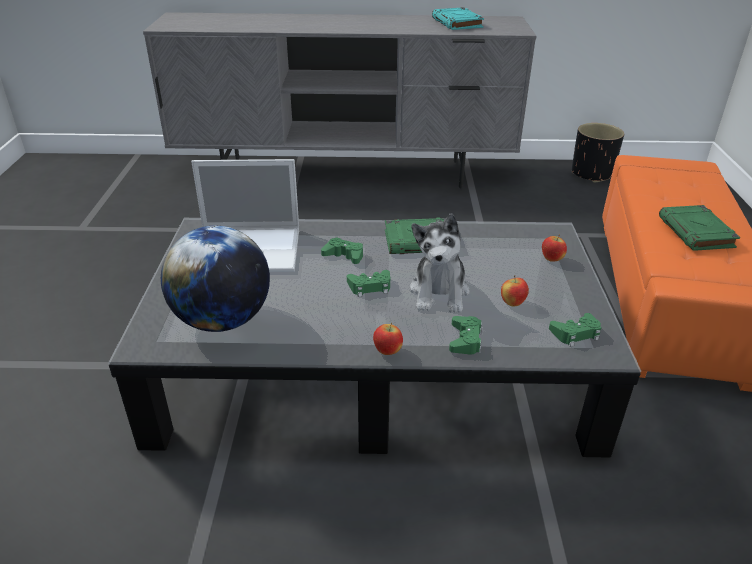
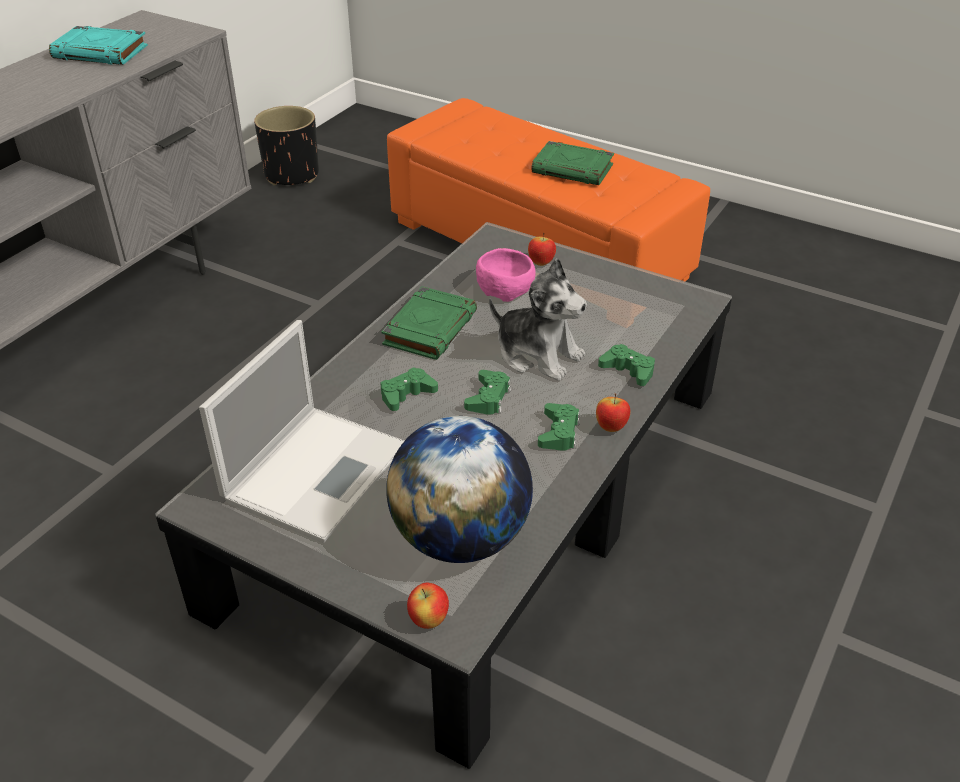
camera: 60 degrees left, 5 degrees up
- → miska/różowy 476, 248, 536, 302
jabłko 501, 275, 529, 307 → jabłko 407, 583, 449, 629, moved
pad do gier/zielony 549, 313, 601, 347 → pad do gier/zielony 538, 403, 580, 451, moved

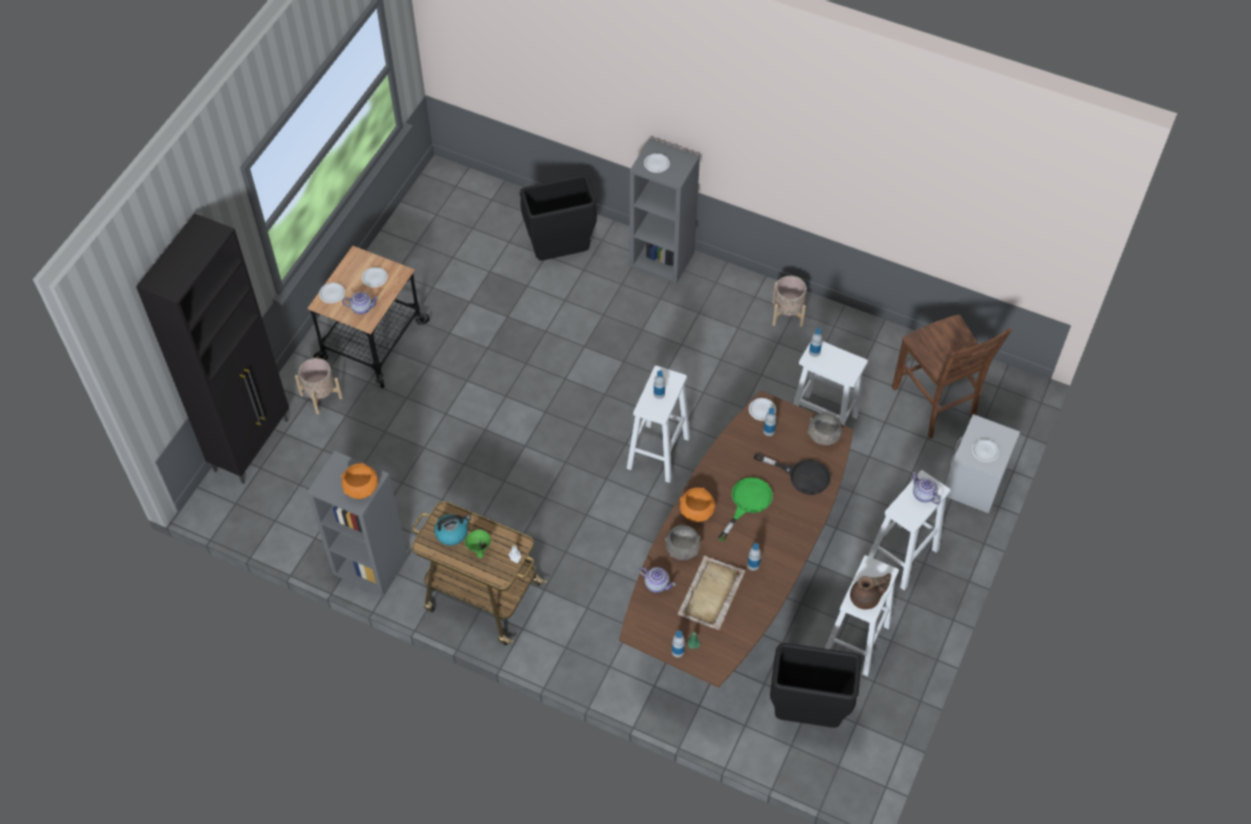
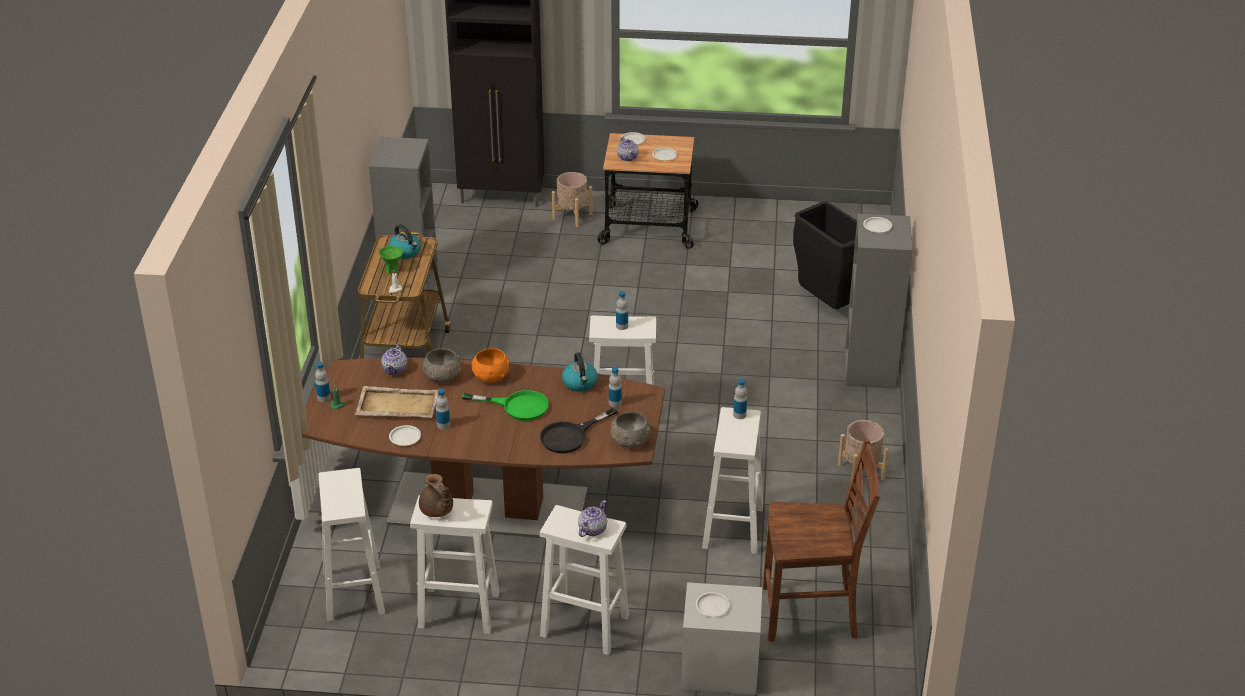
camera: 70 degrees right, 20 degrees down
miska/pomarańczowy 341, 462, 378, 499 → -
- → czajnik 562, 352, 598, 392
talerz/biały 749, 398, 776, 421 → talerz/biały 389, 425, 421, 446, moved
kosz na śmieci/czarny 770, 643, 862, 728 → stołek/biały 318, 468, 385, 621
patelnia/czarny 754, 453, 831, 495 → patelnia/czarny 540, 408, 618, 453, 45 degrees clockwise
krzesło/brązowy 892, 315, 1012, 438 → krzesło/brązowy 763, 439, 880, 642, 135 degrees counterclockwise

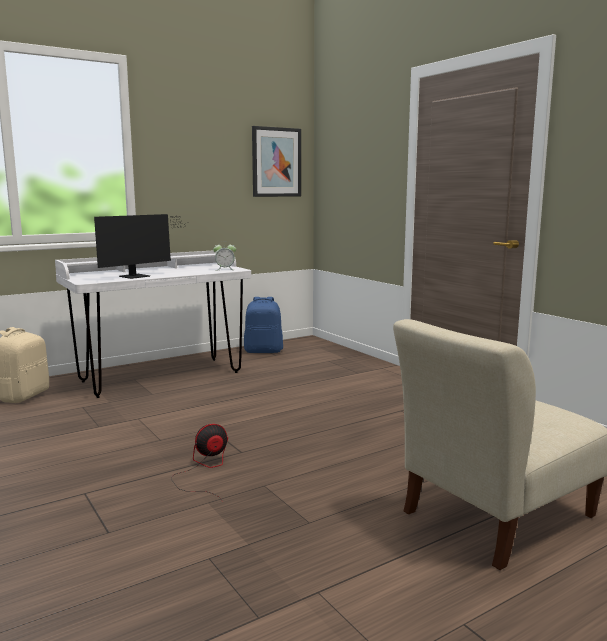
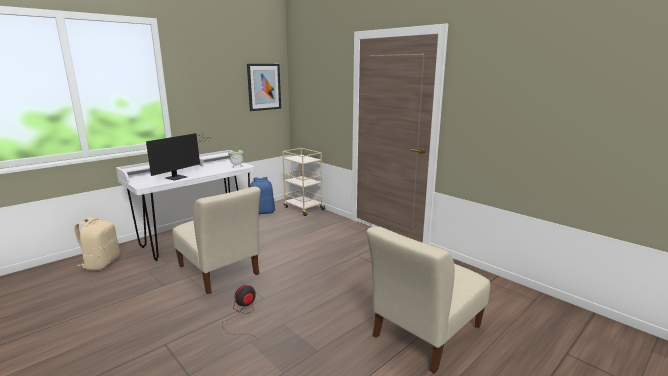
camera: 10 degrees left, 5 degrees up
- → krzesło/beżowy 172, 187, 261, 294
- → wózek/beżowy 282, 148, 326, 216

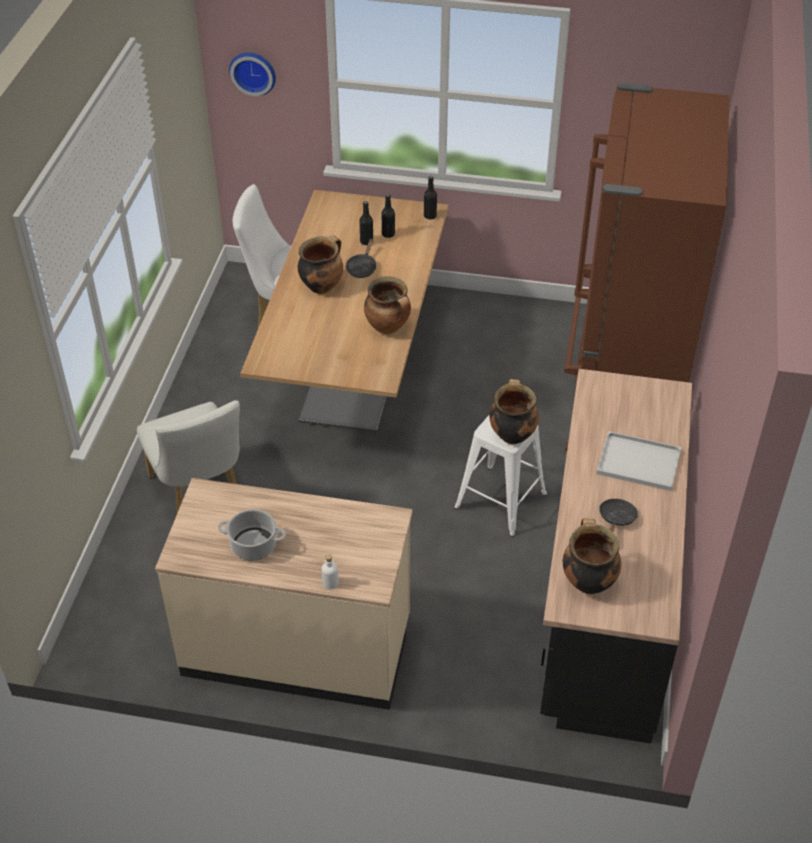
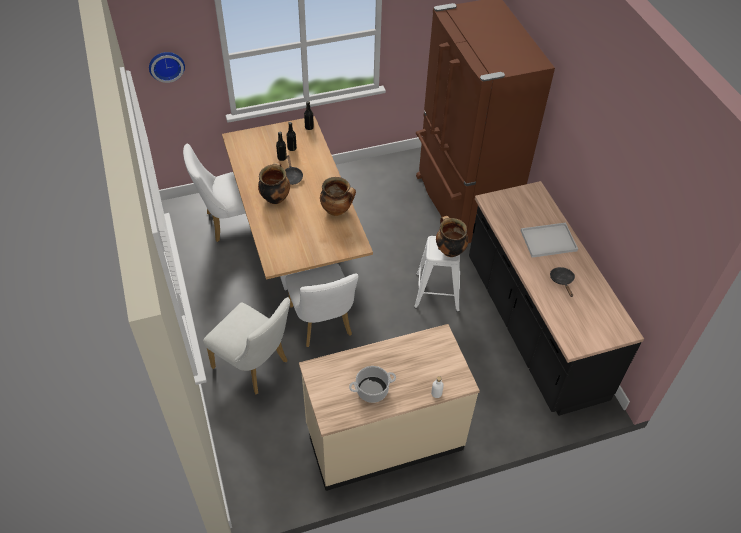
camera: 30 degrees left, 5 degrees up
garnek 563, 518, 621, 594 → -
- → krzesło/biały 285, 263, 358, 347

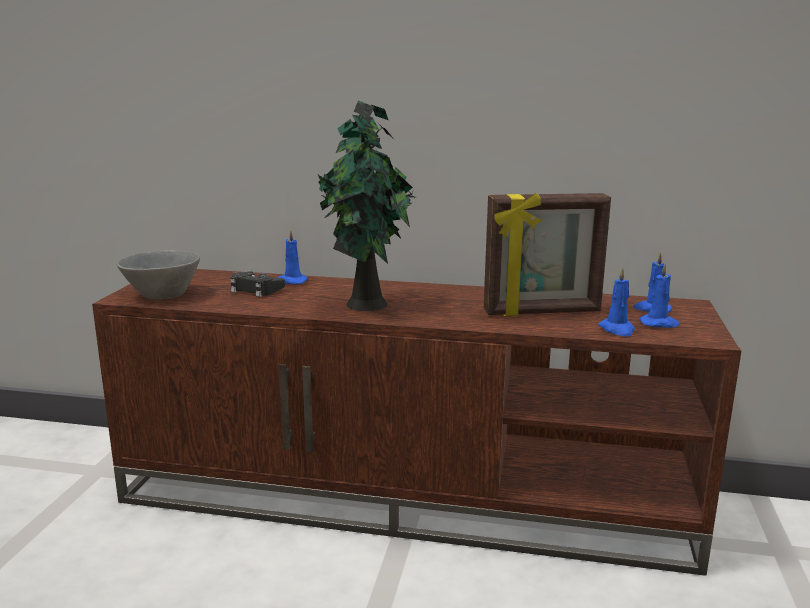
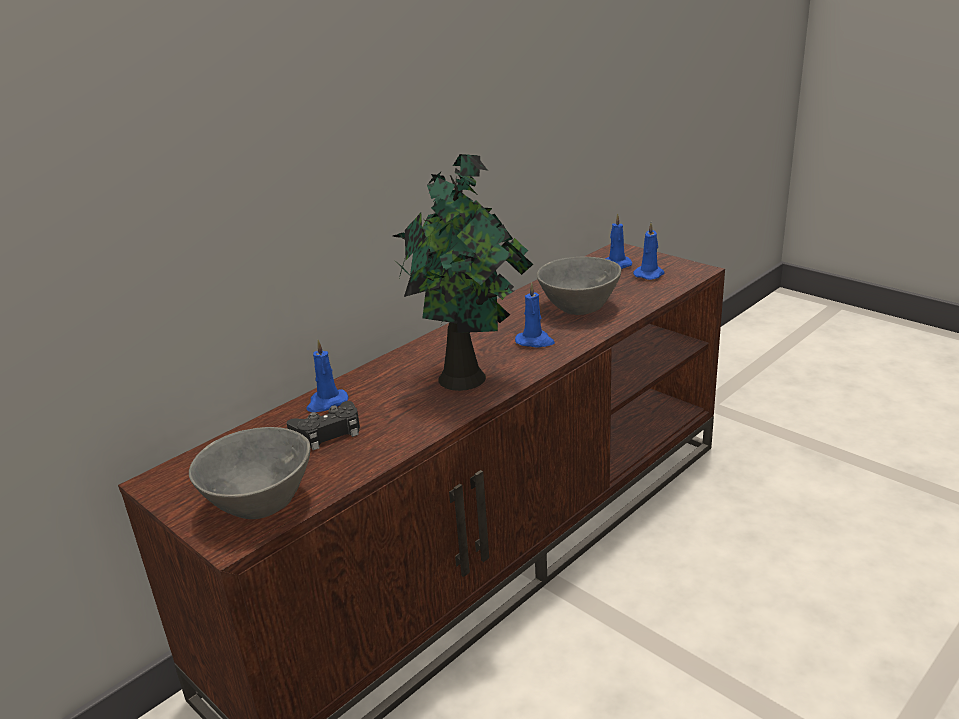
camera: 55 degrees left, 10 degrees up
świeca/niebieski 598, 267, 635, 336 → świeca/niebieski 515, 283, 555, 347, moved
ramka na zdjęcie 484, 193, 611, 316 → miska/szary 537, 257, 621, 315

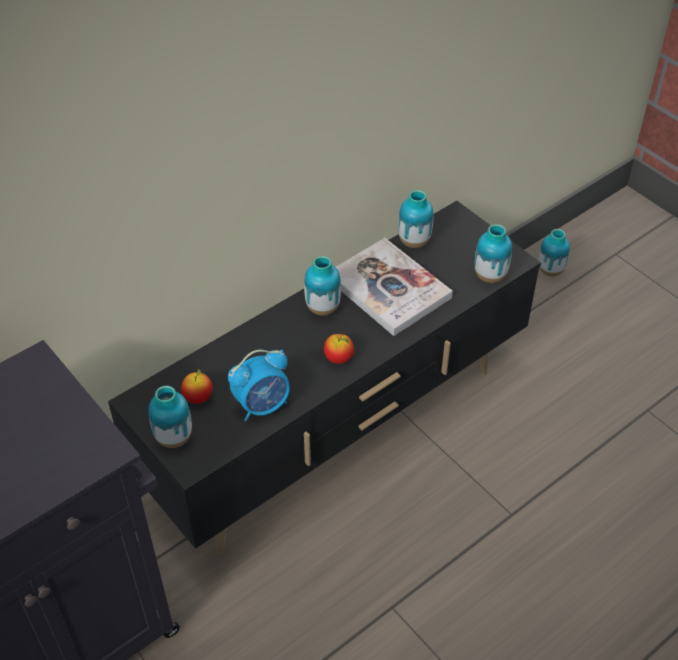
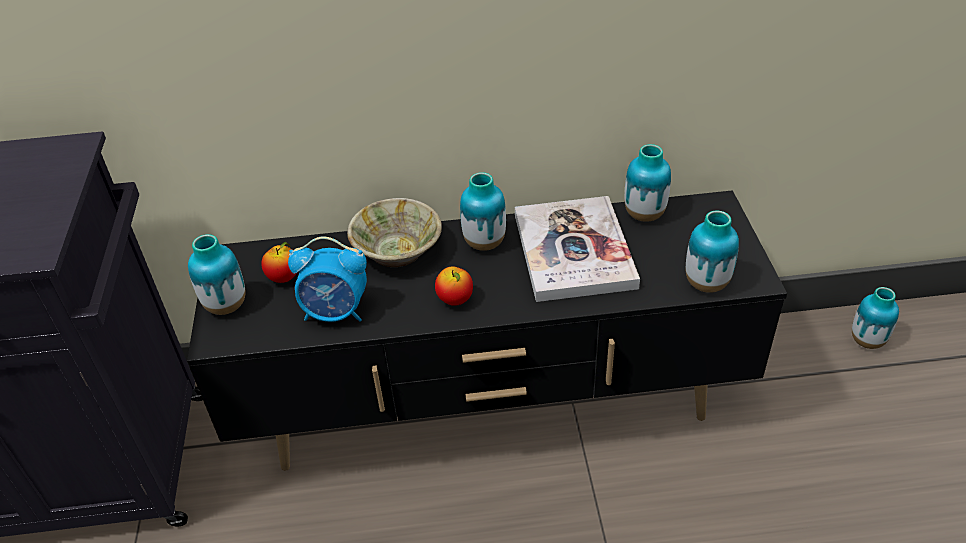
camera: 35 degrees right, 5 degrees down
- → miska/beżowy 347, 198, 442, 267

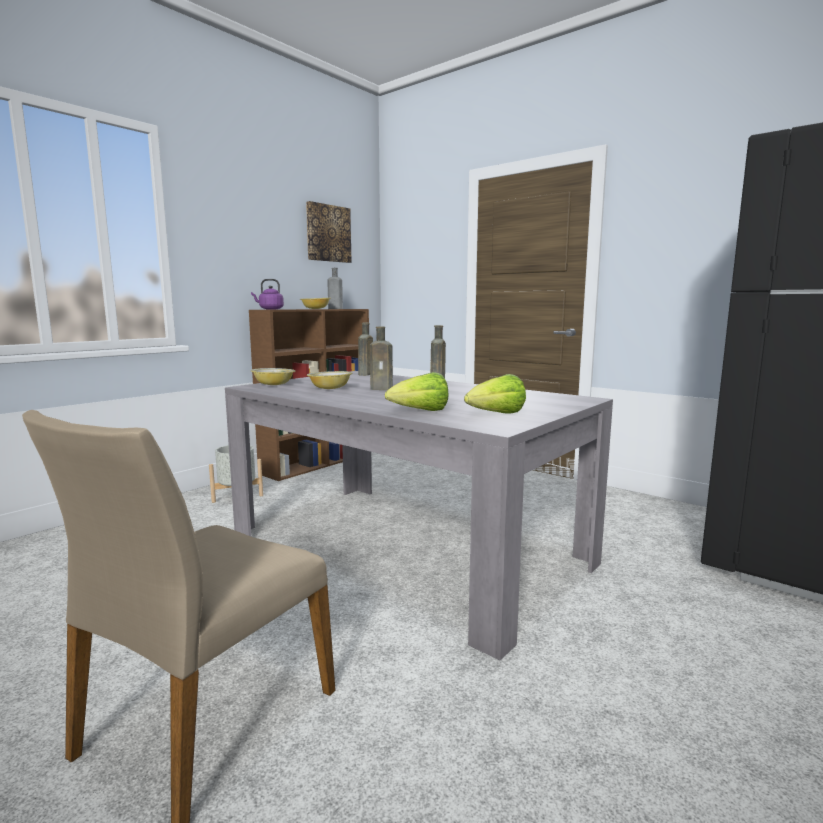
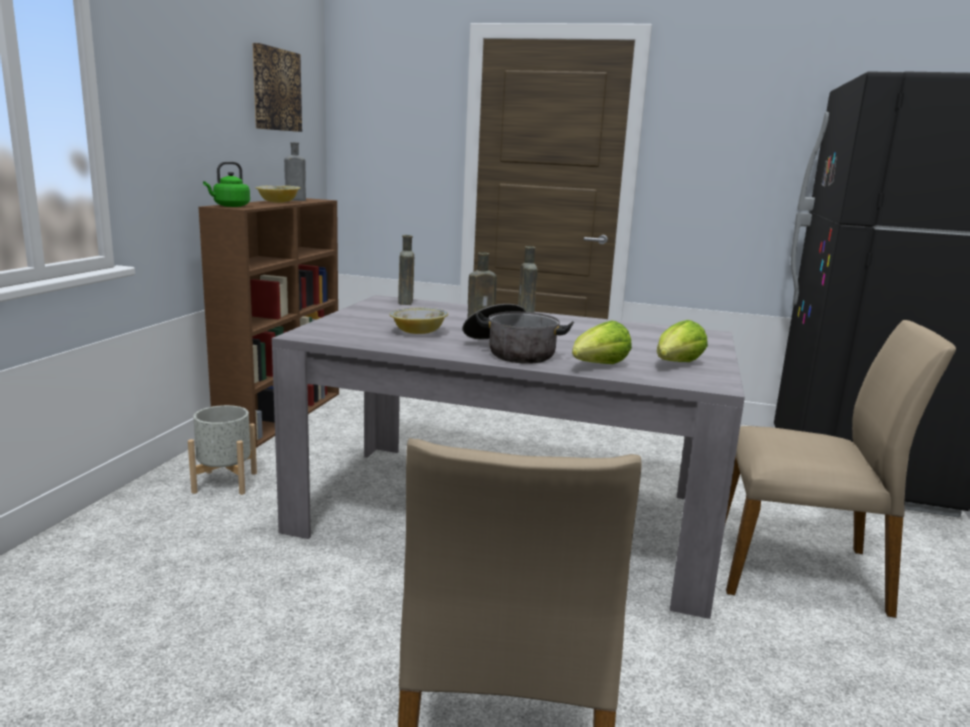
camera: 25 degrees left, 5 degrees up
miska 251, 368, 295, 385 → -
- → garnek 463, 304, 574, 364
- → krzesło/beżowy 725, 320, 956, 618
czajnik/fioletowy 251, 279, 284, 309 → czajnik/zielony 203, 161, 250, 207

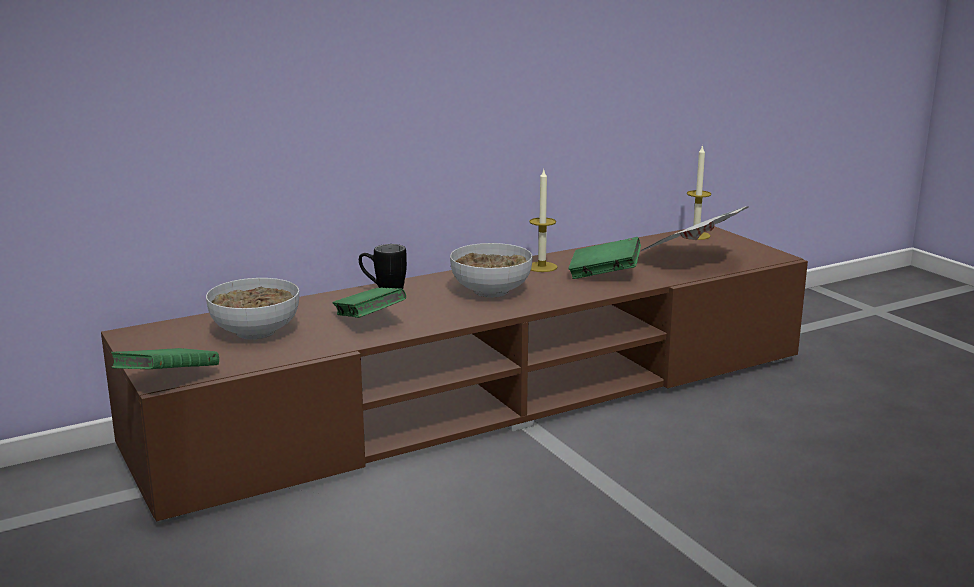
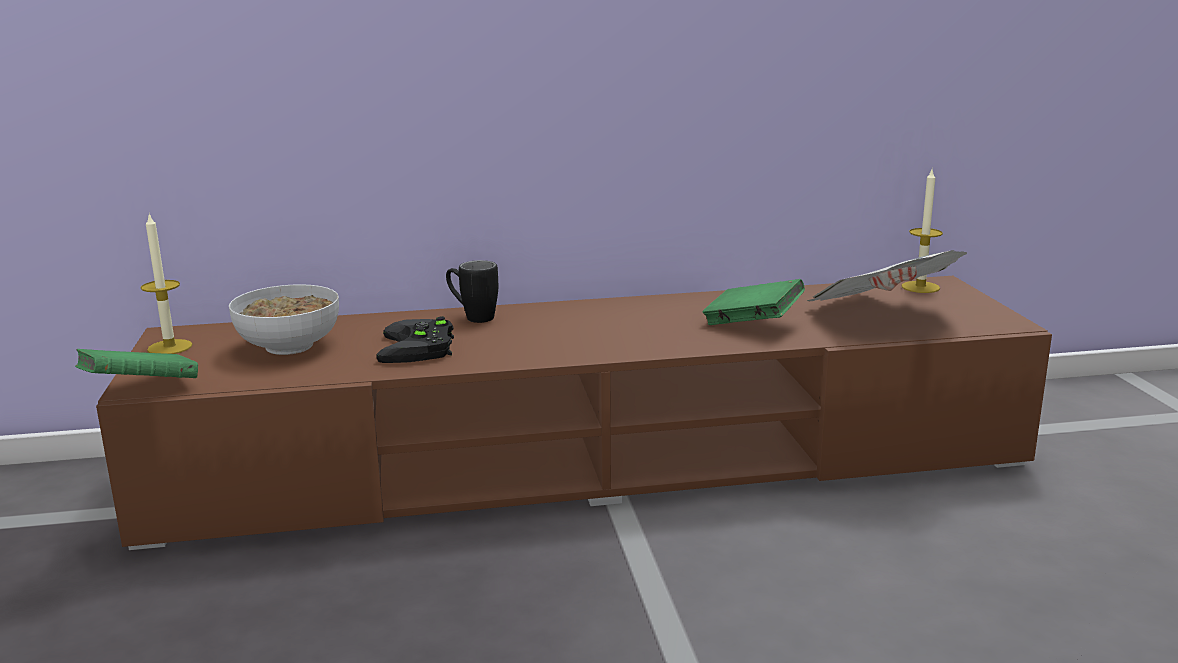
camera: 20 degrees right, 0 degrees up
miska 450, 243, 533, 298 → -
świeca 529, 170, 558, 272 → świeca 141, 214, 192, 354, moved
książka/zielony 332, 288, 406, 318 → pad do gier/czarny 376, 316, 454, 363

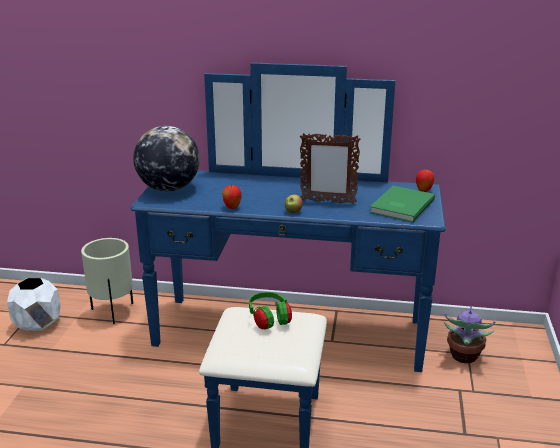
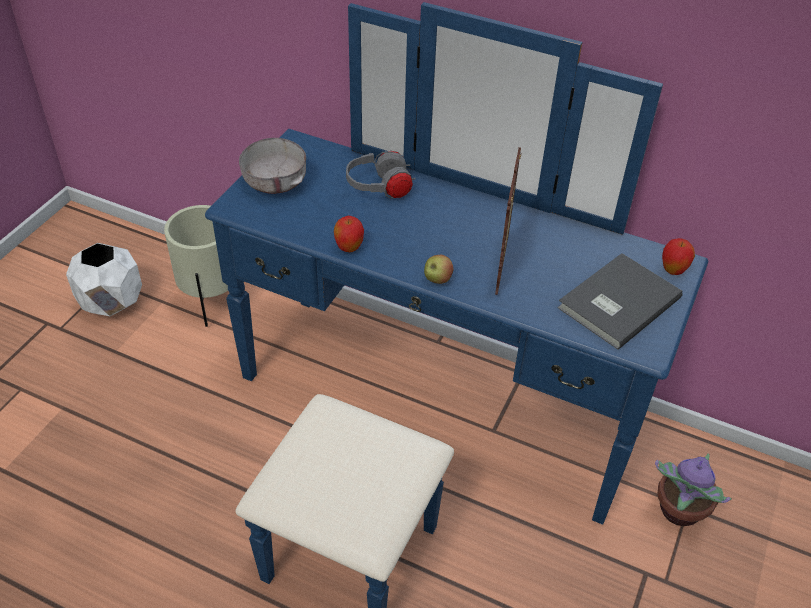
camera: 15 degrees right, 20 degrees up
słuchawki/zielony 249, 292, 292, 330 → -
- → słuchawki/szary 346, 151, 416, 199
globus 133, 126, 200, 192 → miska/szary 239, 138, 306, 194
książka/zielony 369, 186, 435, 222 → książka/szary 557, 253, 683, 350
ramka na zdjęcie 300, 133, 361, 204 → ramka na zdjęcie 495, 147, 521, 295, 75 degrees clockwise

